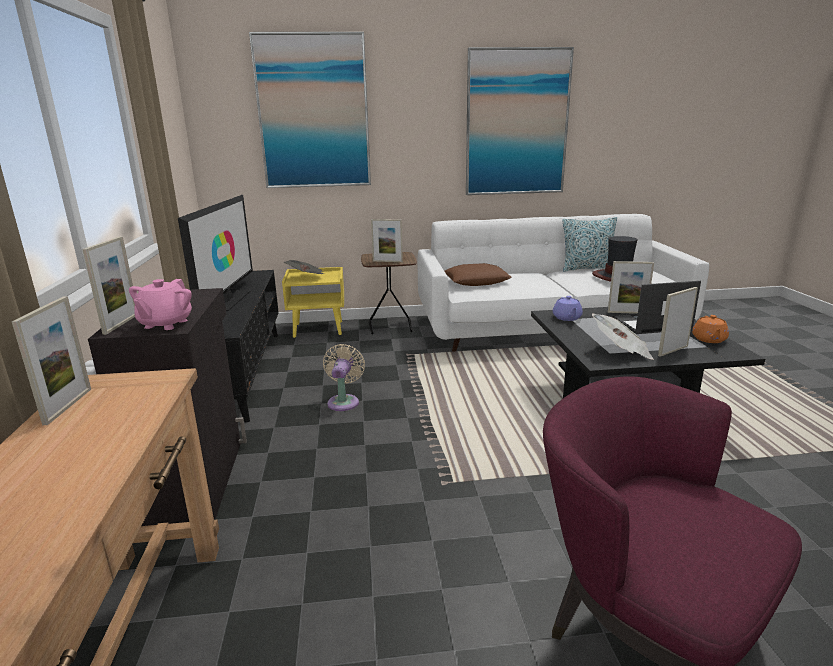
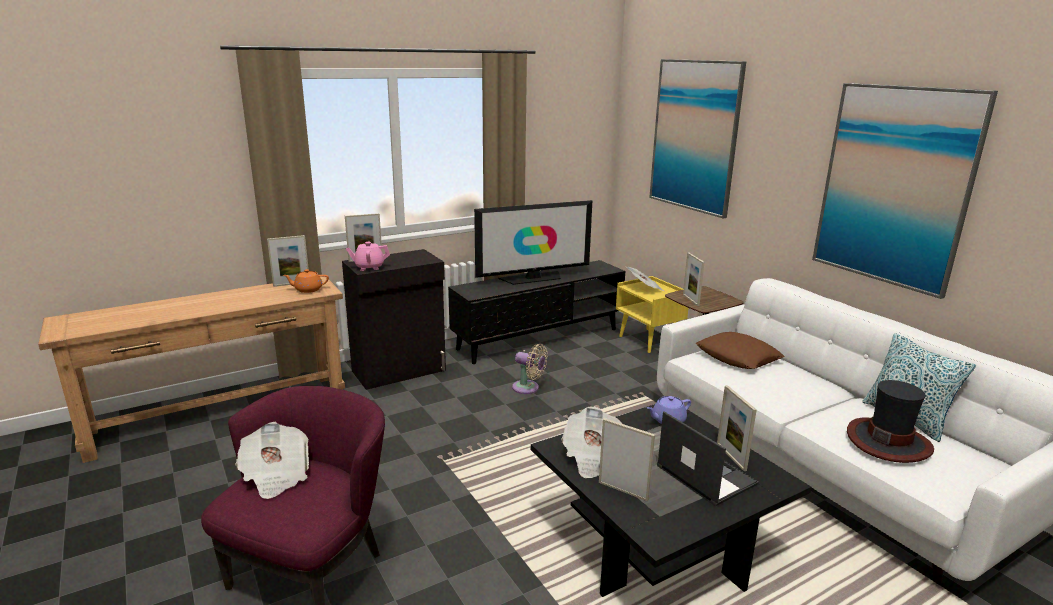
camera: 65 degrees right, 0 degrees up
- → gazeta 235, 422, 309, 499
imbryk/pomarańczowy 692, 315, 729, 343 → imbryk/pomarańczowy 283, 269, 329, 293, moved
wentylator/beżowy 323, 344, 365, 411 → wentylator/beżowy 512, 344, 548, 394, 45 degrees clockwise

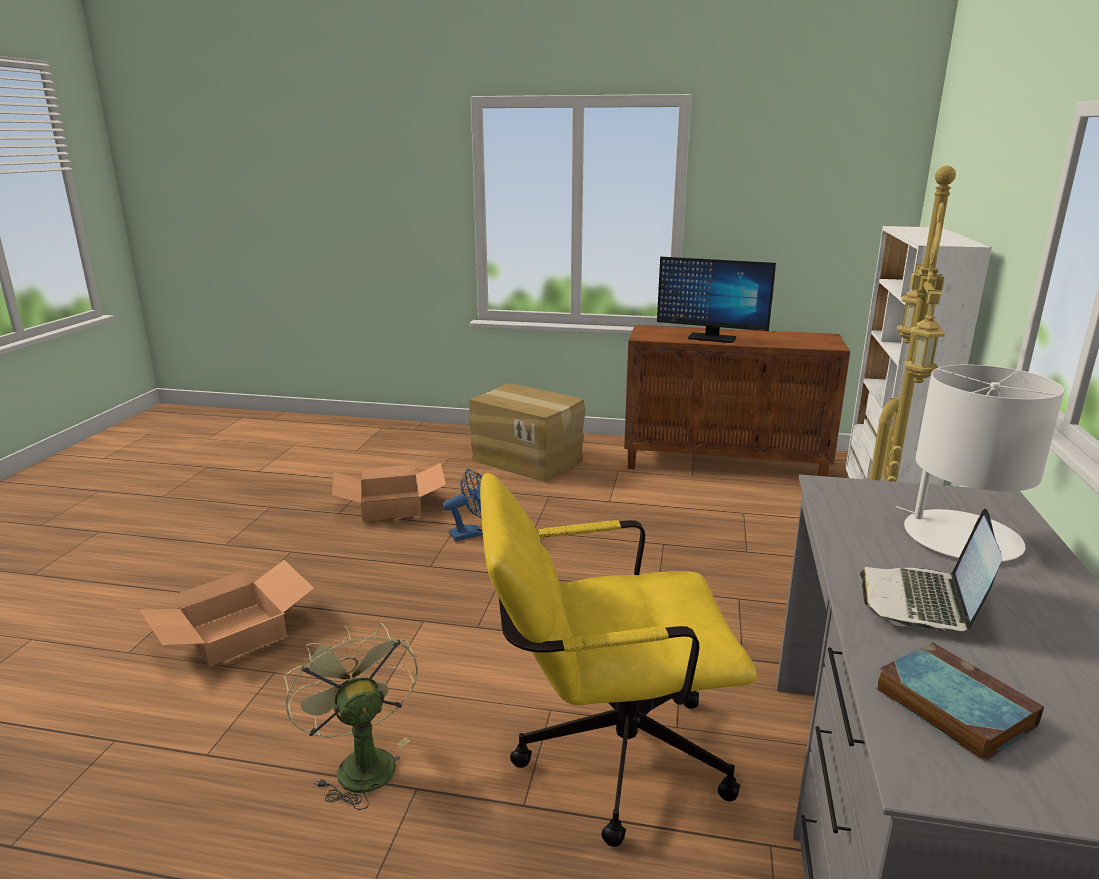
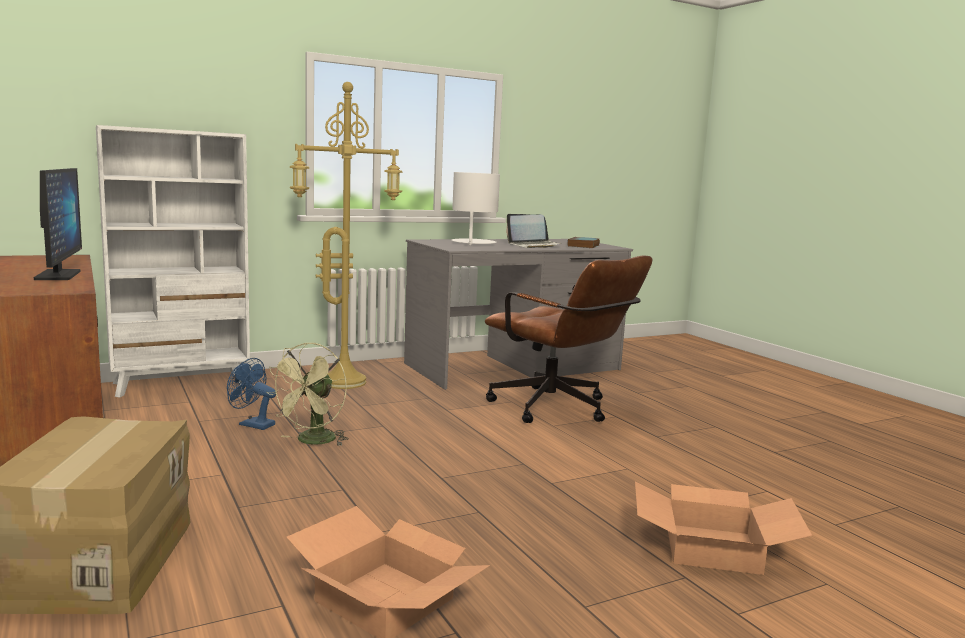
camera: 130 degrees left, 10 degrees down
wentylator/zielony 284, 623, 418, 810 → wentylator/zielony 266, 343, 349, 446, moved
wentylator/niebieski 443, 469, 483, 541 → wentylator/niebieski 227, 358, 276, 430, moved
krzesło biurowe/żółty 480, 473, 757, 847 → krzesło biurowe/brązowy 485, 256, 652, 423

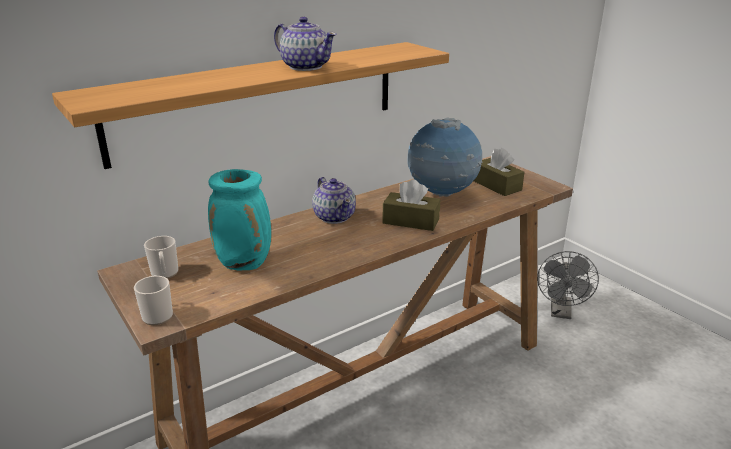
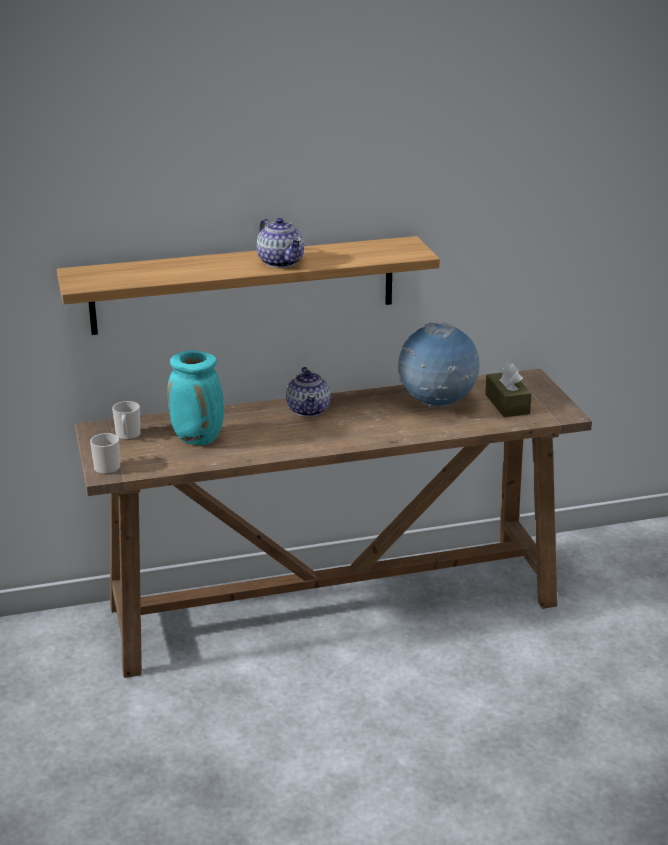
camera: 20 degrees right, 0 degrees up
pudełko chusteczek/brązowy 382, 179, 440, 231 → -
wentylator/szary 537, 251, 599, 319 → -

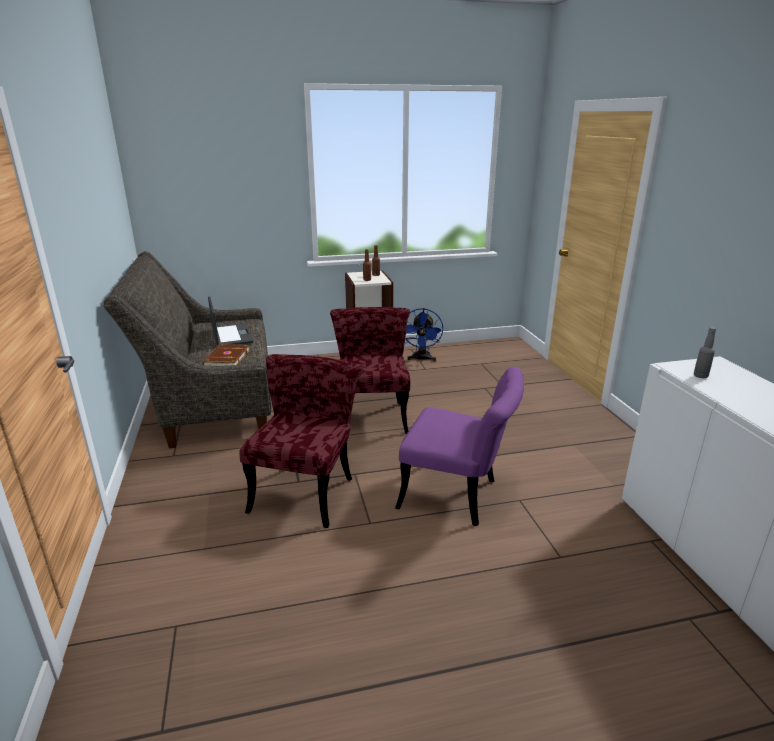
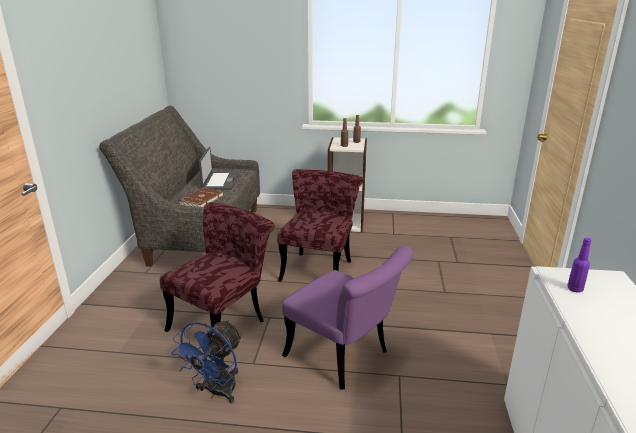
camera: 20 degrees right, 0 degrees up
wentylator/niebieski 405, 308, 443, 361 → wentylator/niebieski 172, 320, 242, 404, moved
butelka/szary 694, 327, 716, 378 → butelka/fioletowy 567, 238, 592, 293

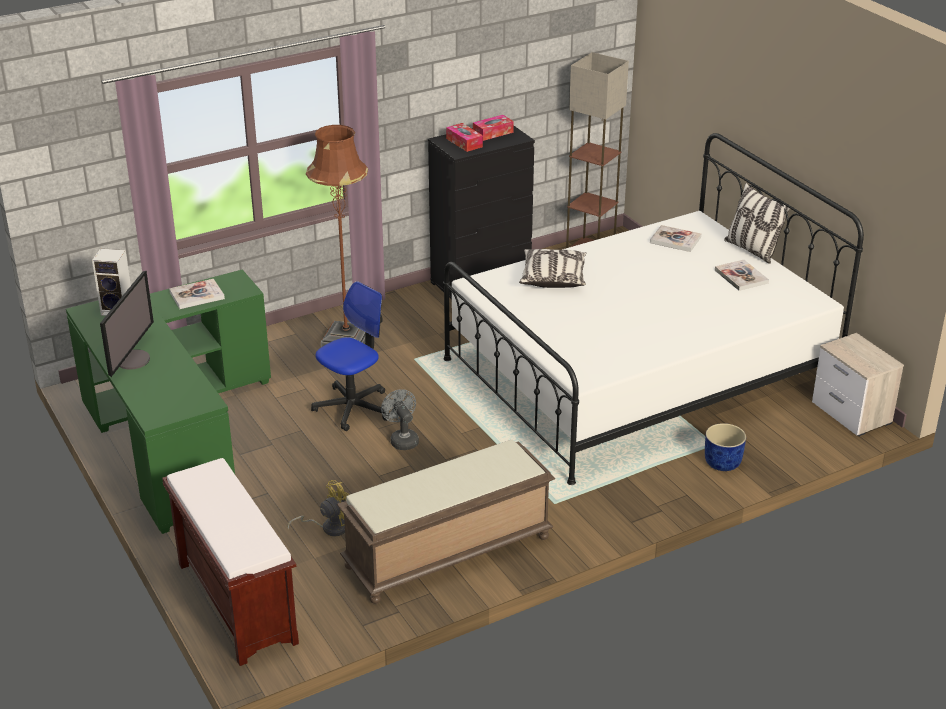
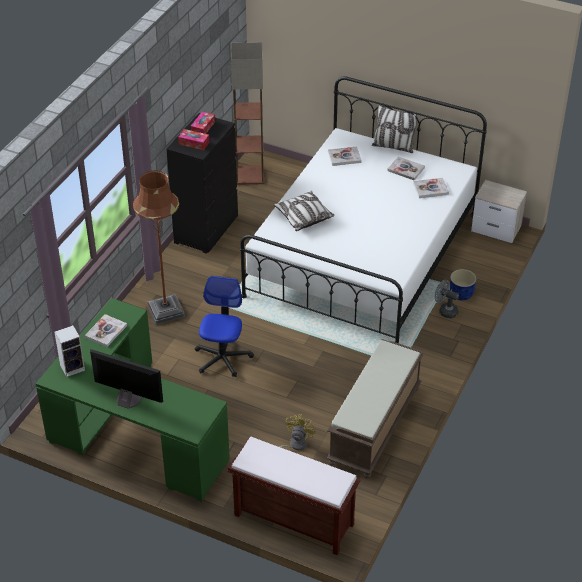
camera: 35 degrees left, 10 degrees up
- → książka 413, 178, 449, 198
wentylator/szary 381, 389, 419, 450 → wentylator/szary 435, 280, 459, 318, moved
monitor 100, 271, 154, 377 → monitor 90, 349, 163, 409, 45 degrees counterclockwise

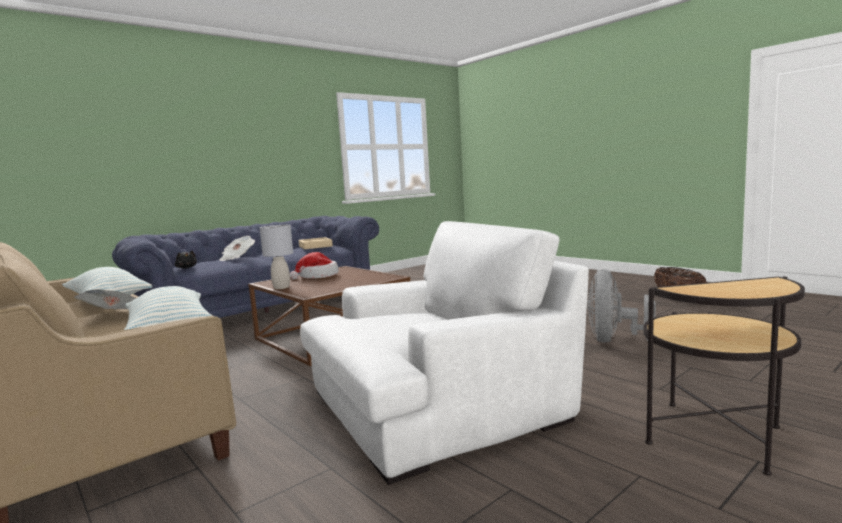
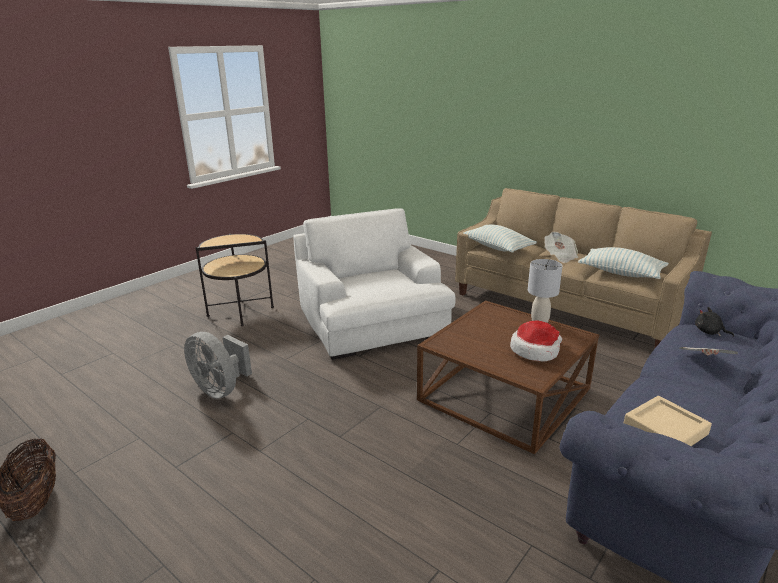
camera: 170 degrees right, 15 degrees up
fotel/biały 300, 221, 589, 485 → fotel/biały 293, 208, 456, 360, 105 degrees clockwise
wentylator/szary 587, 269, 656, 343 → wentylator/szary 184, 332, 252, 399, 120 degrees clockwise

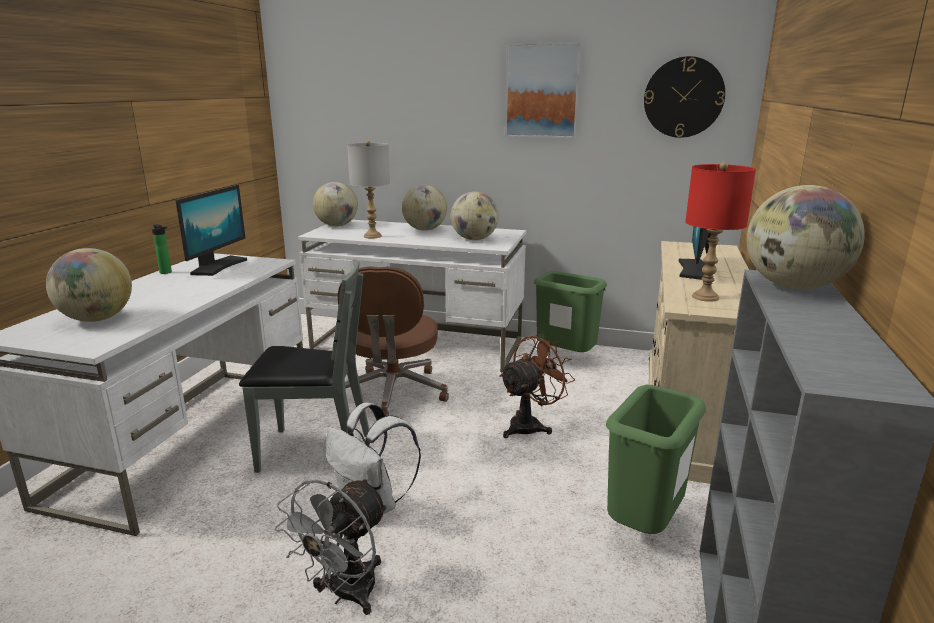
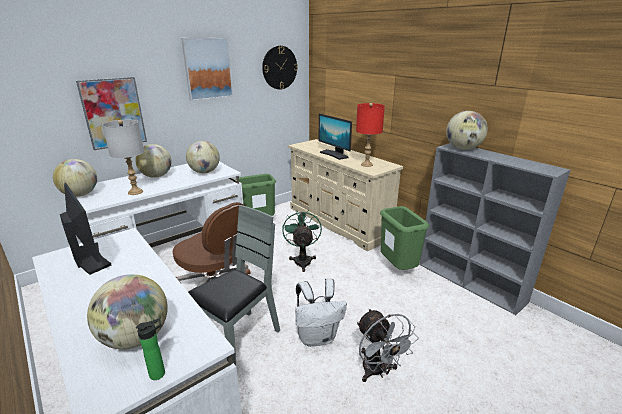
camera: 55 degrees left, 5 degrees up
- → obraz 76, 77, 147, 150
butelka 152, 224, 172, 274 → butelka 136, 319, 165, 380, moved
wentylator/brązowy 499, 333, 575, 438 → wentylator/zielony 282, 210, 322, 272

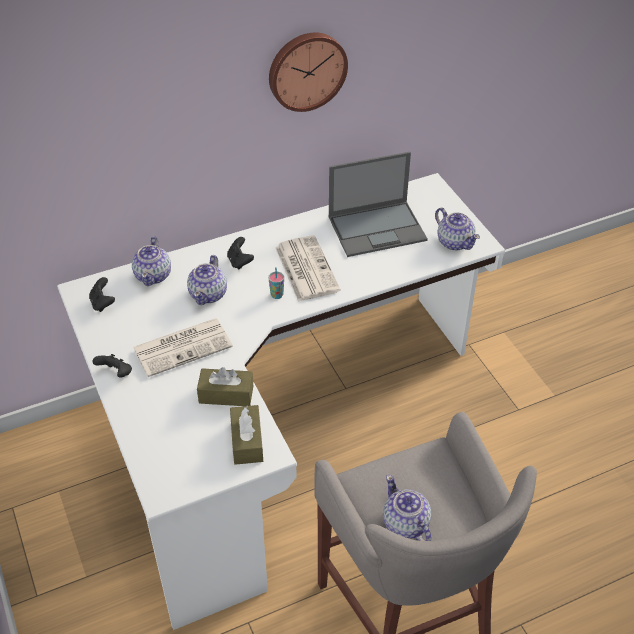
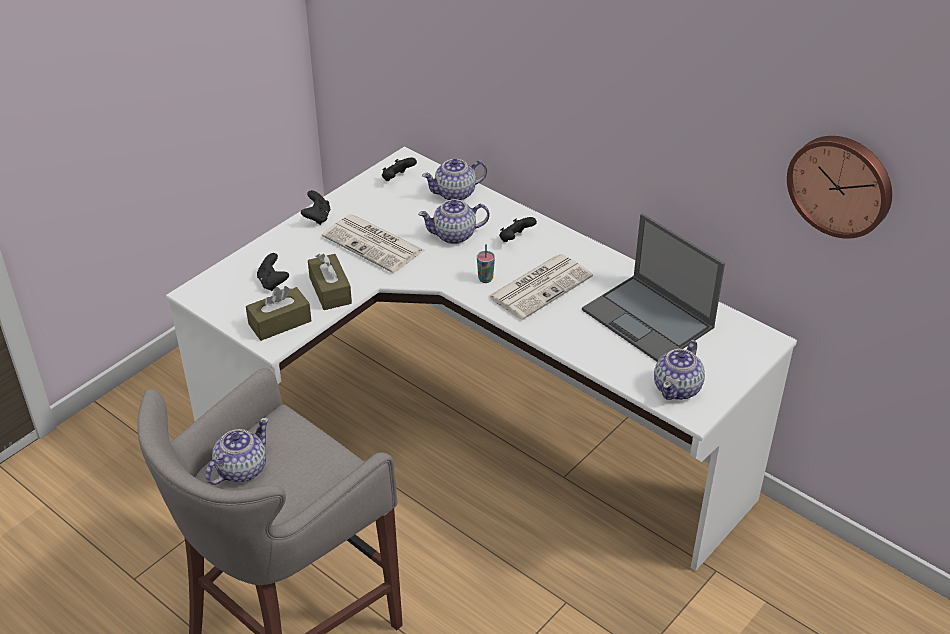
camera: 65 degrees right, 5 degrees down
- → pad do gier/czarny 257, 253, 289, 291
zegar ścienny 269, 32, 348, 112 → zegar ścienny 787, 136, 892, 239, moved

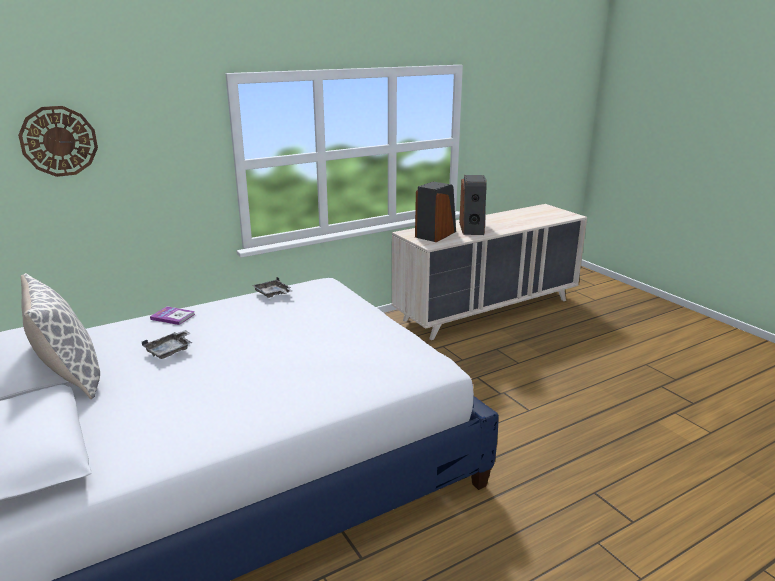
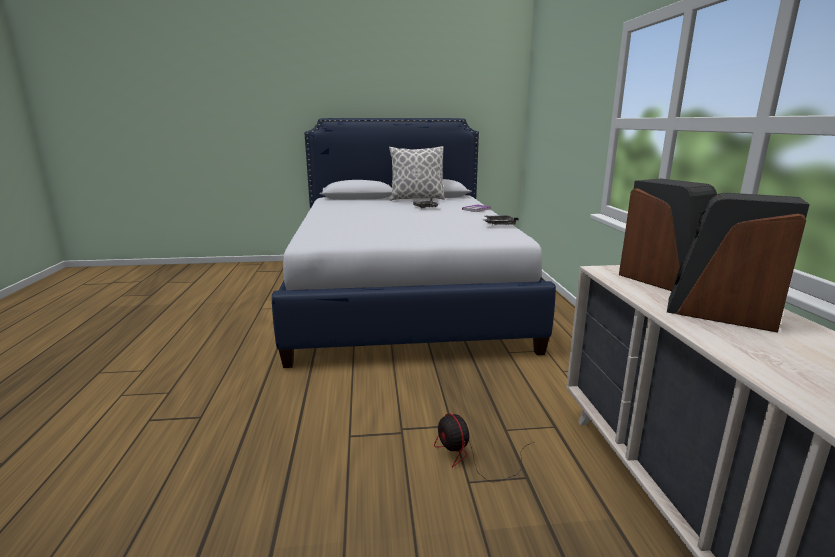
camera: 115 degrees right, 5 degrees down
zegar ścienny 18, 106, 98, 177 → -
- → wentylator 434, 413, 534, 482

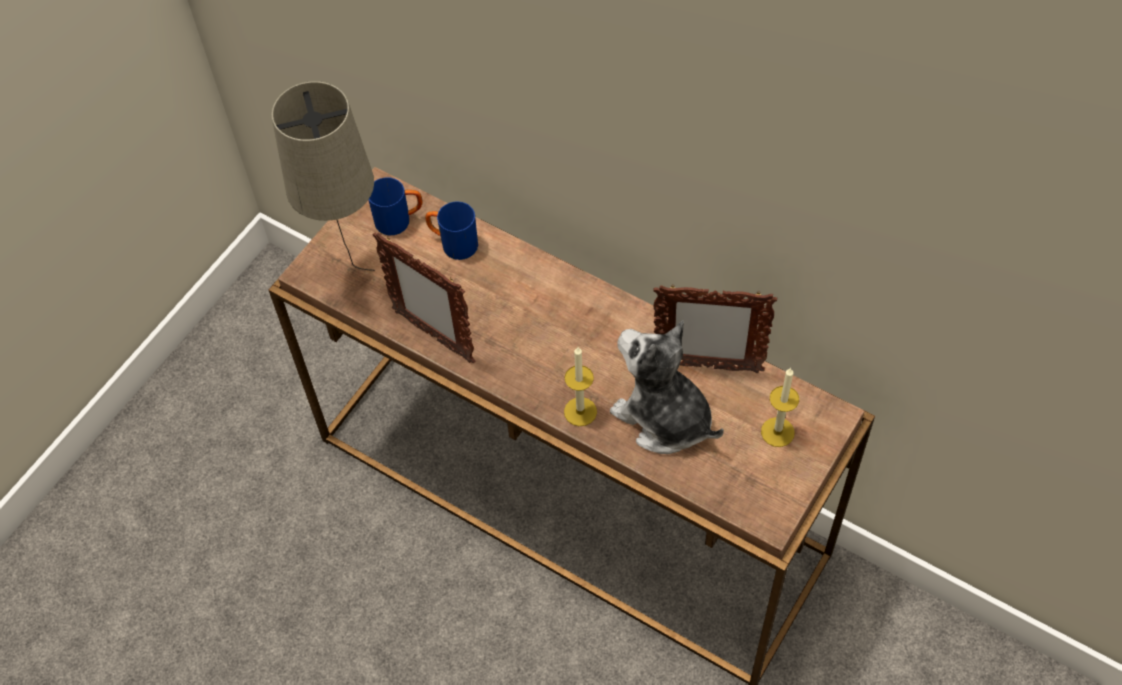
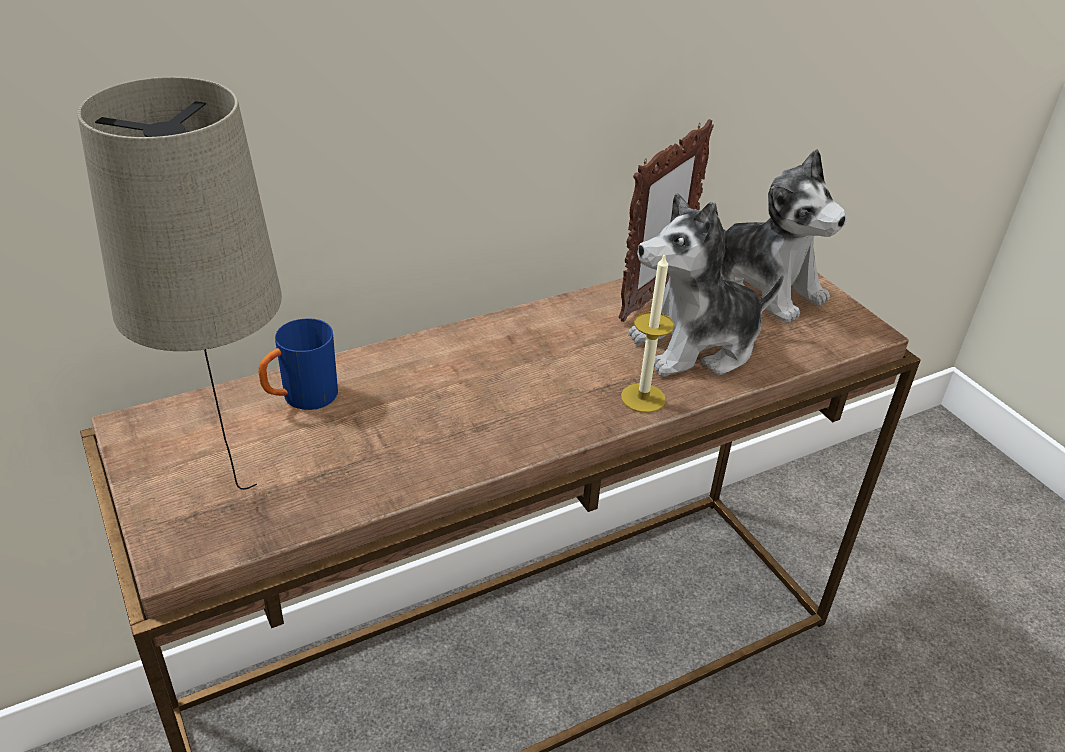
camera: 65 degrees left, 20 degrees down
kubek/niebieski 369, 177, 423, 235 → -
ramka na zdjęcie 373, 232, 476, 363 → -
świeca 761, 368, 799, 447 → pluszak 714, 149, 847, 323

